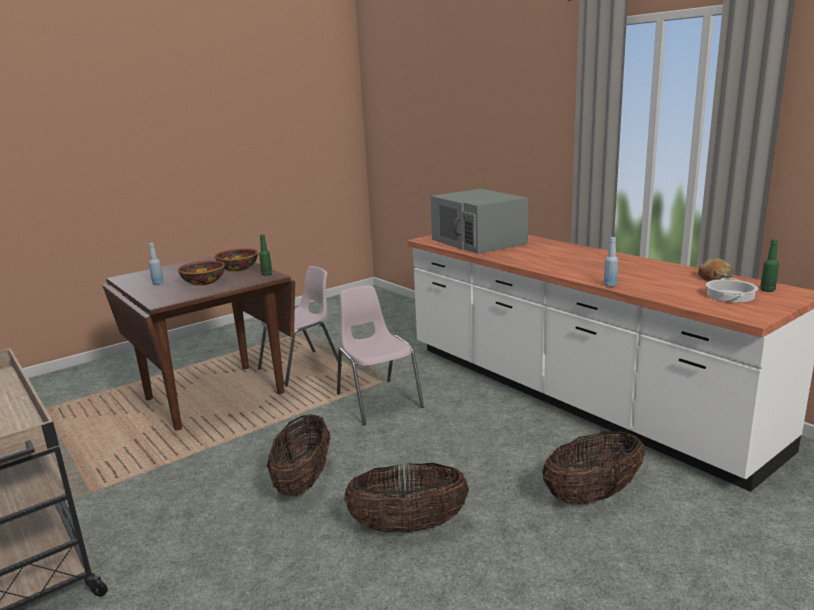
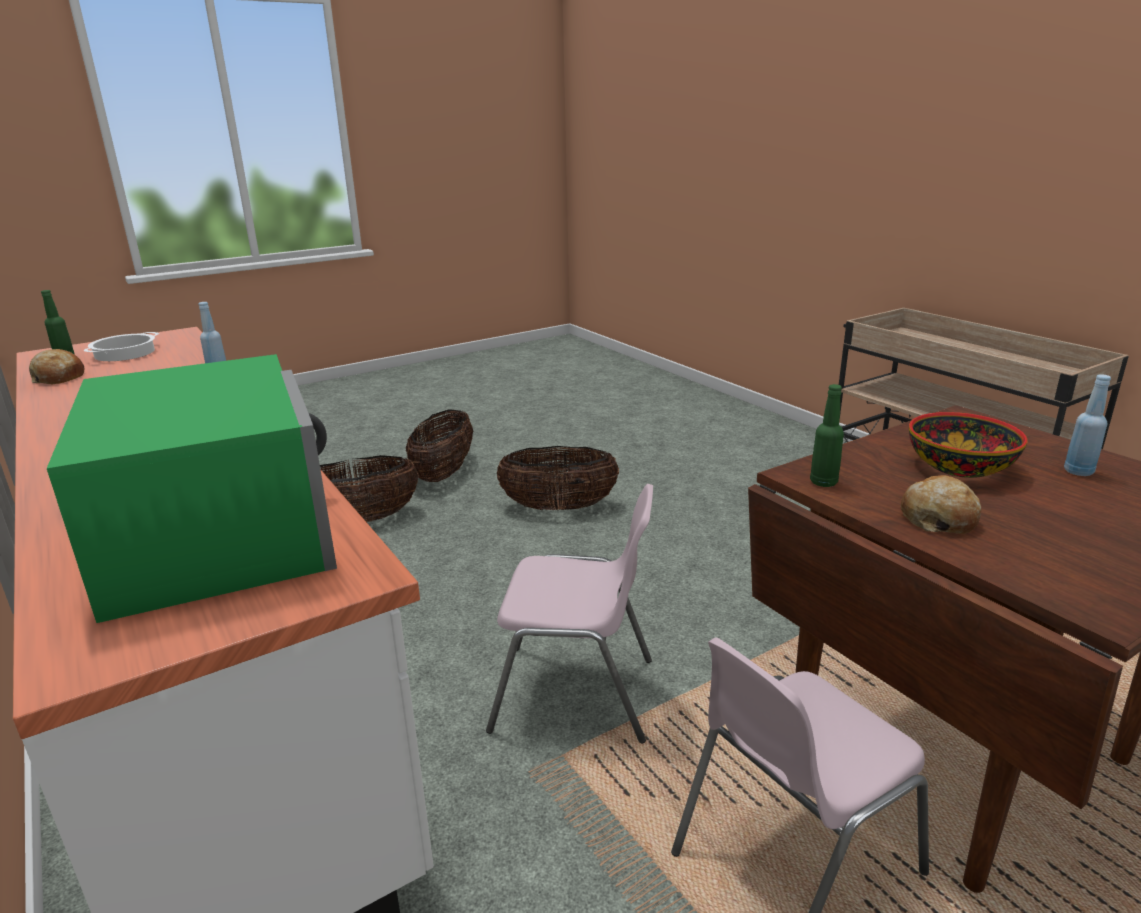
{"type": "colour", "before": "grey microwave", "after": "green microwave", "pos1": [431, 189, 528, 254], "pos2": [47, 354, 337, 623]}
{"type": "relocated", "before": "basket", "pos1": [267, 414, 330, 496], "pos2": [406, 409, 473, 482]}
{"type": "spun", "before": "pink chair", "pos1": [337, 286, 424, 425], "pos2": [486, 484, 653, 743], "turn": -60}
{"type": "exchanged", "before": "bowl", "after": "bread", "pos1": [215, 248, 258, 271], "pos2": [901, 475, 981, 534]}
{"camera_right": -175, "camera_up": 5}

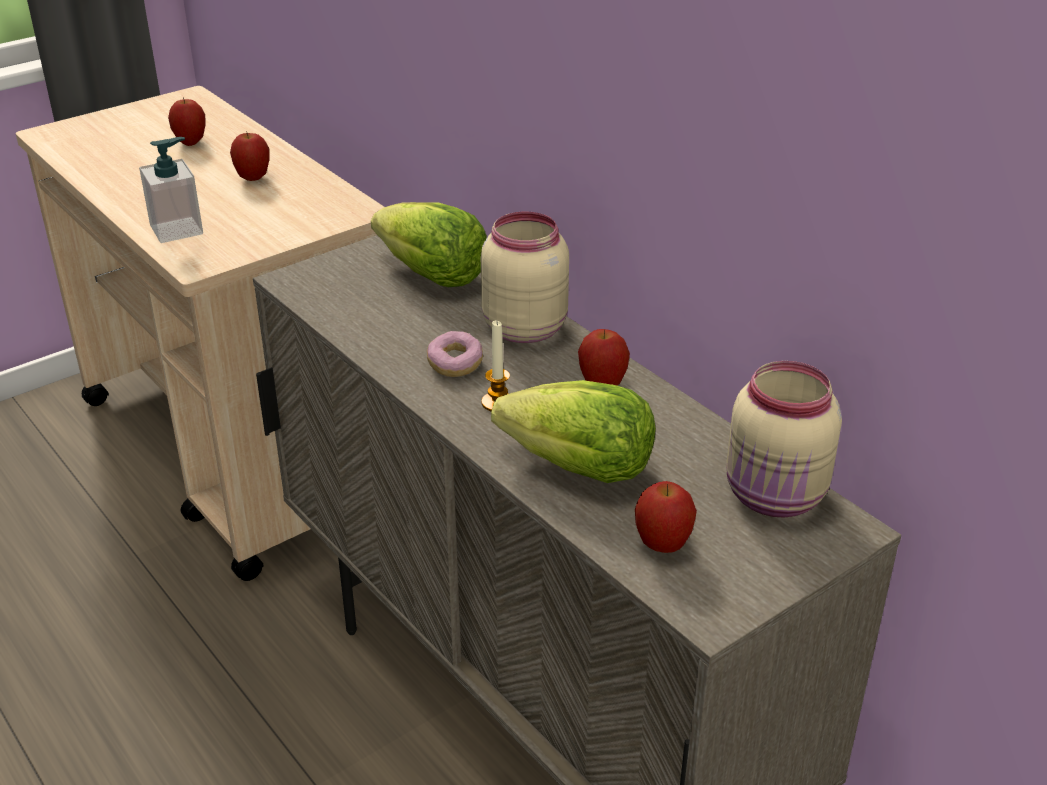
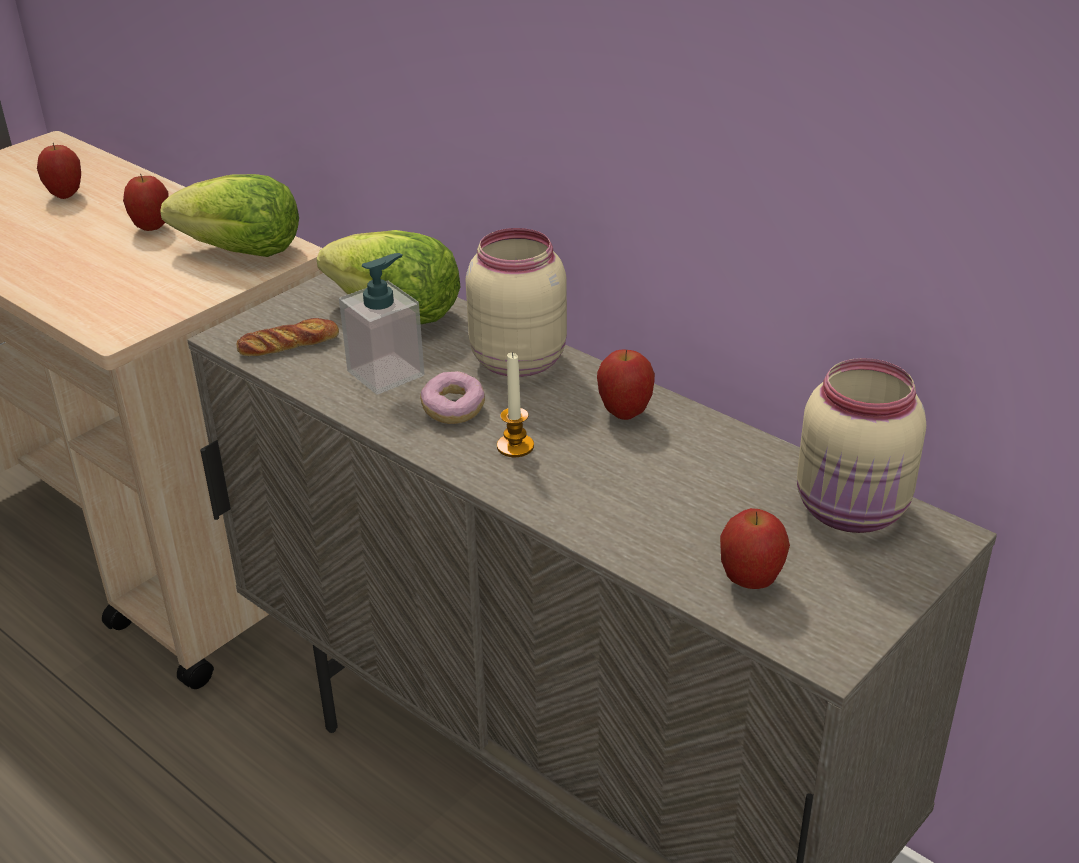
{"type": "relocated", "before": "lettuce", "pos1": [491, 380, 656, 483], "pos2": [160, 174, 299, 257]}
{"type": "appeared", "after": "bread", "pos2": [237, 318, 339, 356]}
{"type": "relocated", "before": "soap dispenser", "pos1": [139, 137, 203, 243], "pos2": [339, 253, 425, 395]}
{"camera_right": -10, "camera_up": 0}

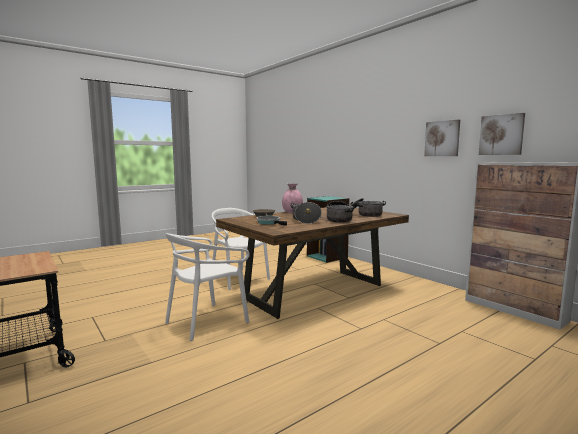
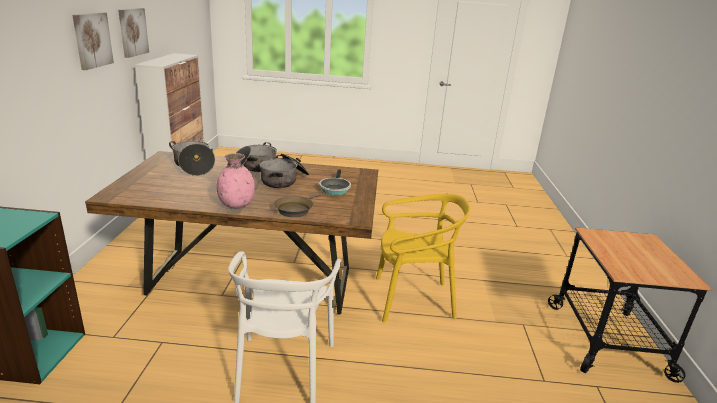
{"type": "colour", "before": "white chair", "after": "yellow chair", "pos1": [165, 233, 250, 341], "pos2": [376, 194, 470, 323]}
{"camera_right": -140, "camera_up": 15}

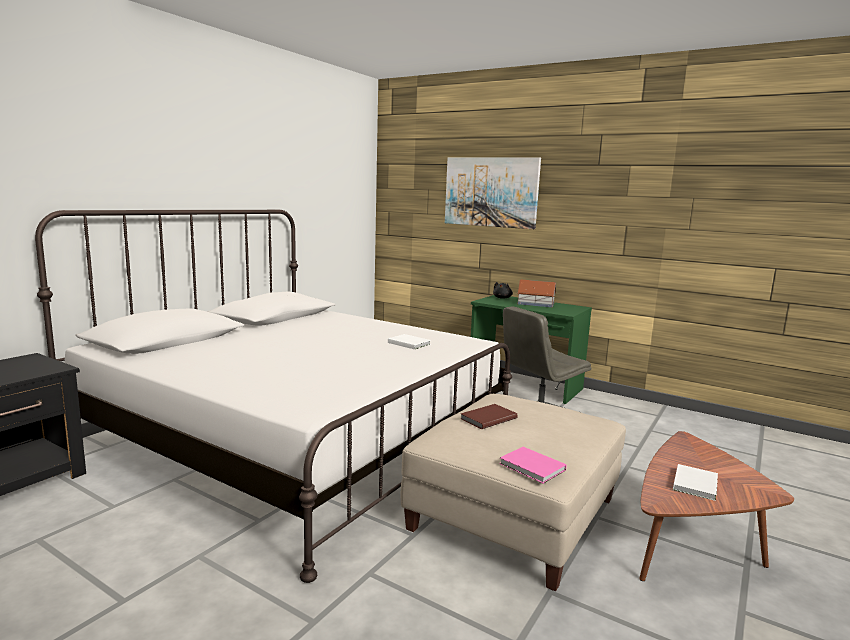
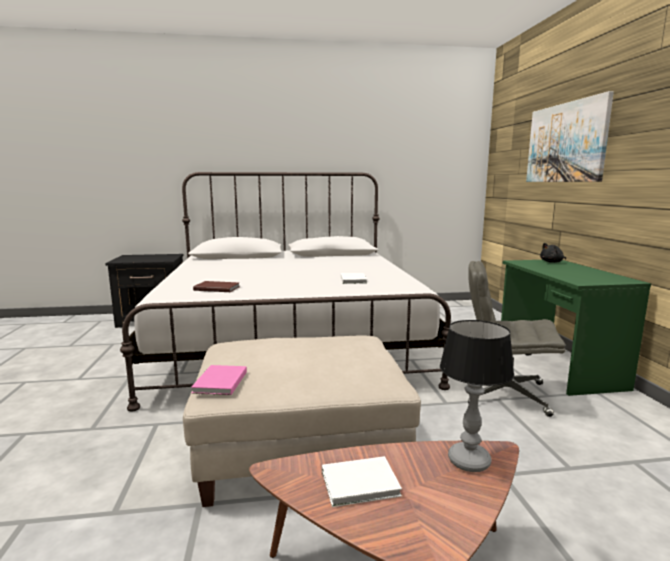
{"type": "relocated", "before": "brown book", "pos1": [461, 404, 518, 429], "pos2": [193, 281, 239, 292]}
{"type": "appeared", "after": "table lamp", "pos2": [440, 320, 514, 472]}
{"type": "missing", "before": "toy house", "pos1": [517, 280, 556, 307]}
{"camera_right": 50, "camera_up": 0}

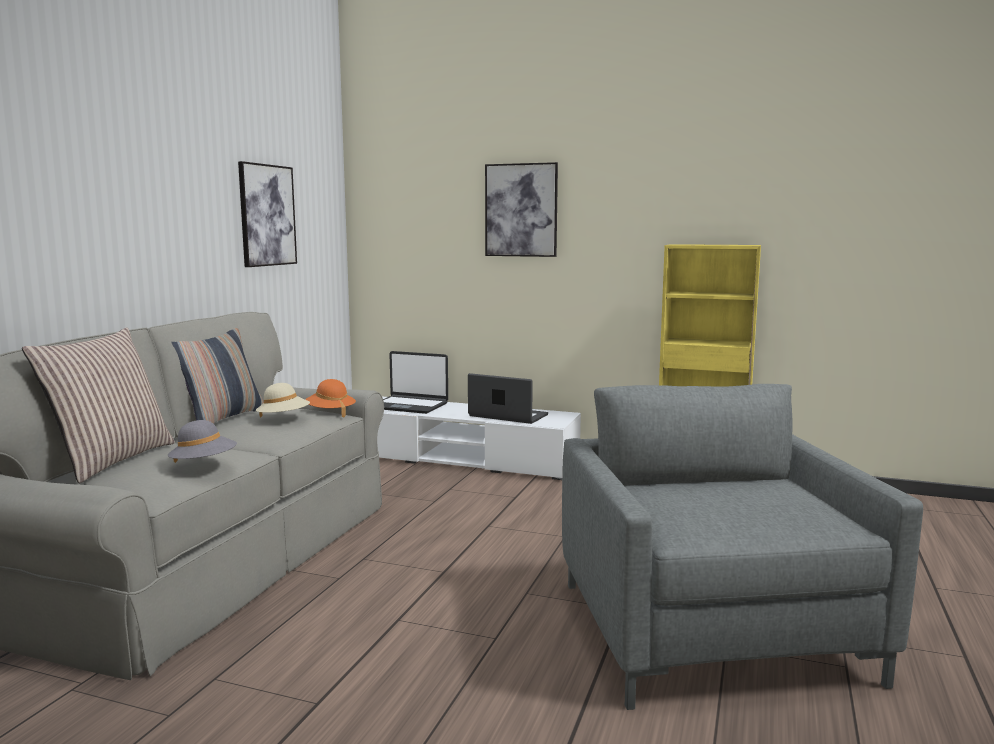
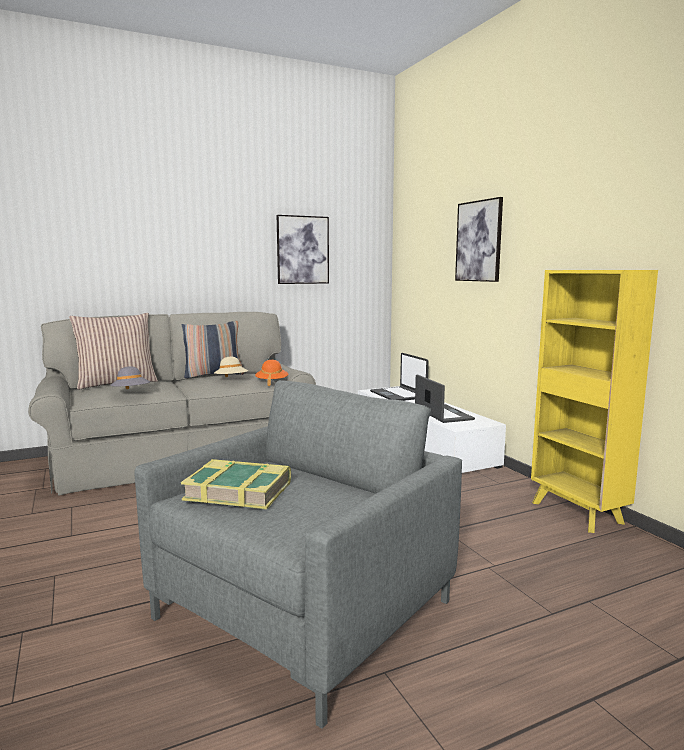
{"type": "appeared", "after": "book", "pos2": [181, 459, 291, 510]}
{"camera_right": 45, "camera_up": 0}

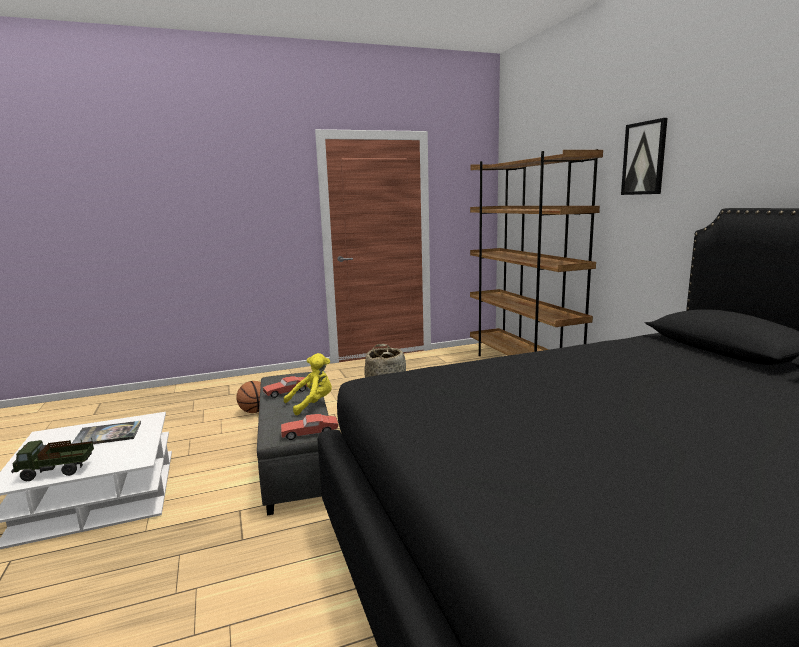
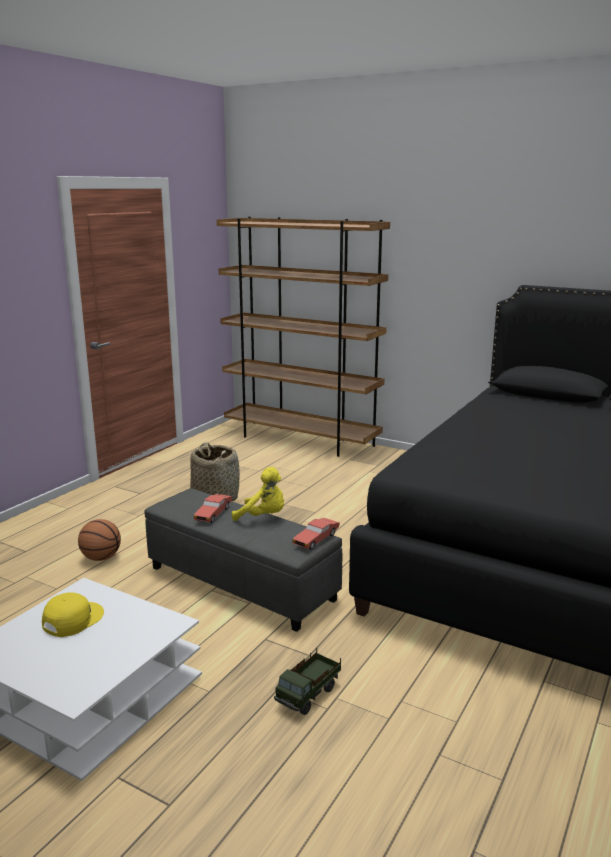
{"type": "exchanged", "before": "book", "after": "yellow cap", "pos1": [71, 421, 141, 444], "pos2": [42, 592, 104, 637]}
{"type": "spun", "before": "yellow plush toy", "pos1": [284, 353, 332, 415], "pos2": [232, 467, 284, 521], "turn": 90}
{"type": "relocated", "before": "toy truck", "pos1": [11, 437, 94, 481], "pos2": [274, 647, 341, 715]}
{"type": "missing", "before": "picture", "pos1": [621, 118, 668, 195]}
{"camera_right": -40, "camera_up": 5}

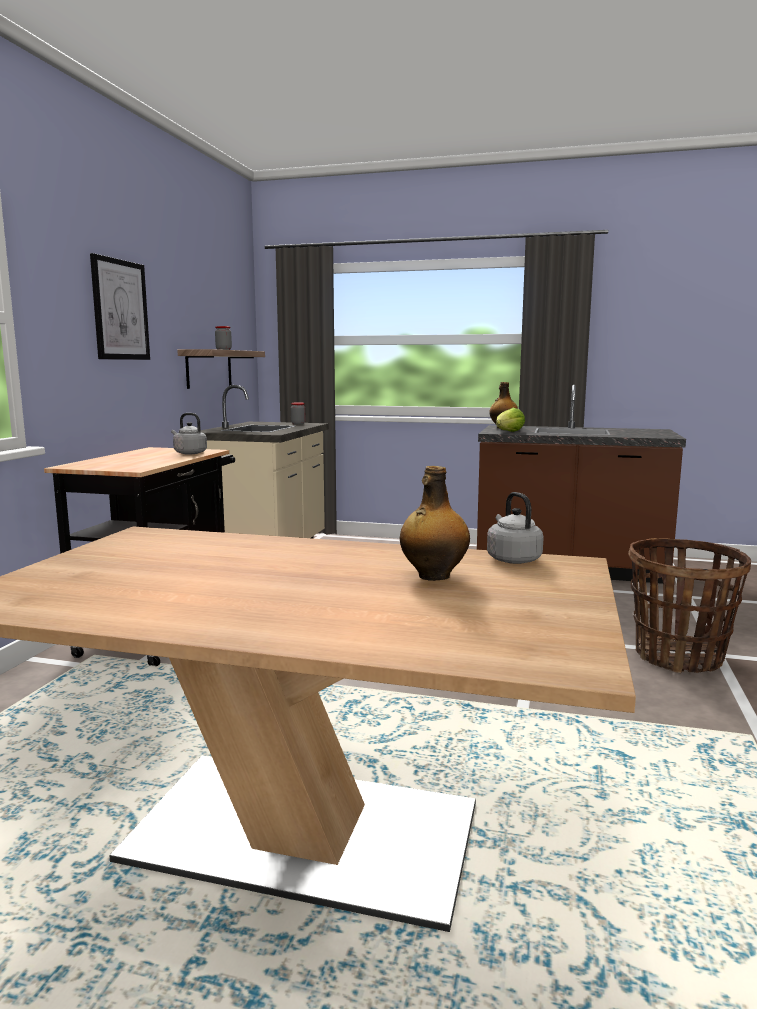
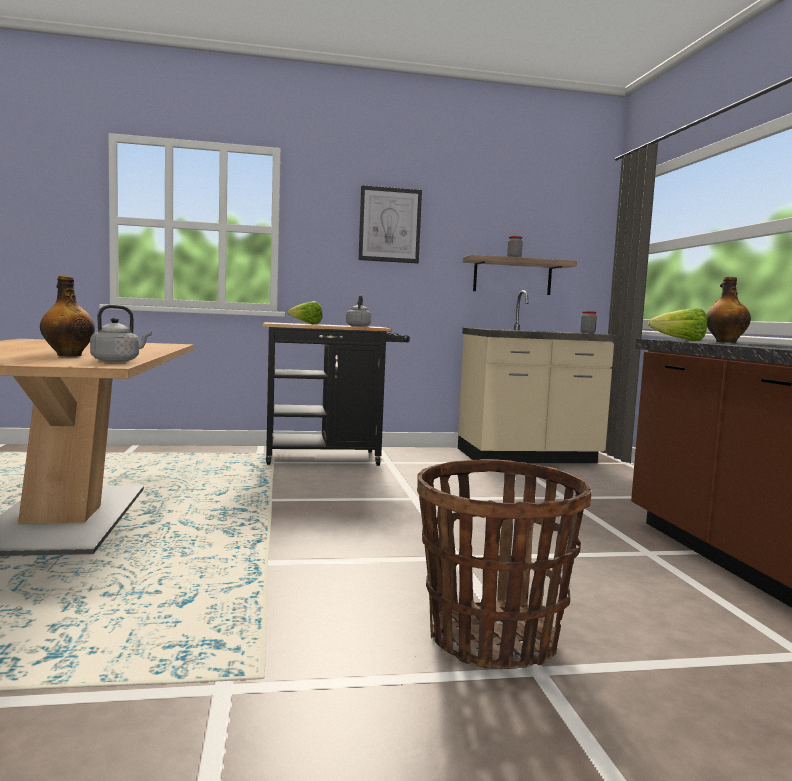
{"type": "appeared", "after": "lettuce", "pos2": [287, 301, 322, 324]}
{"camera_right": 65, "camera_up": -5}

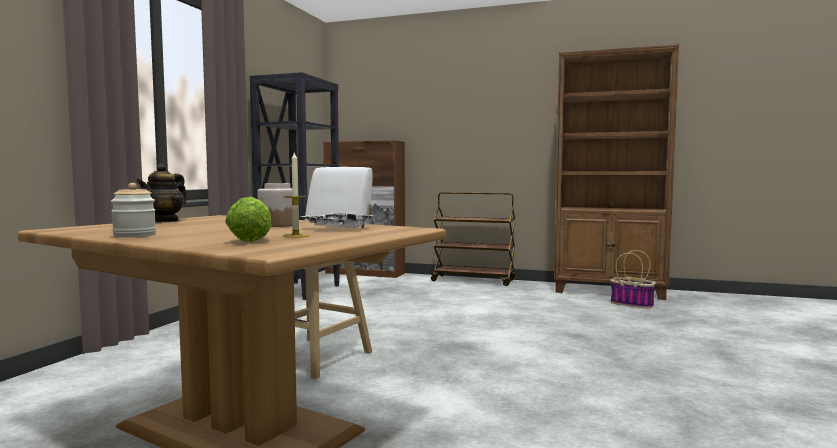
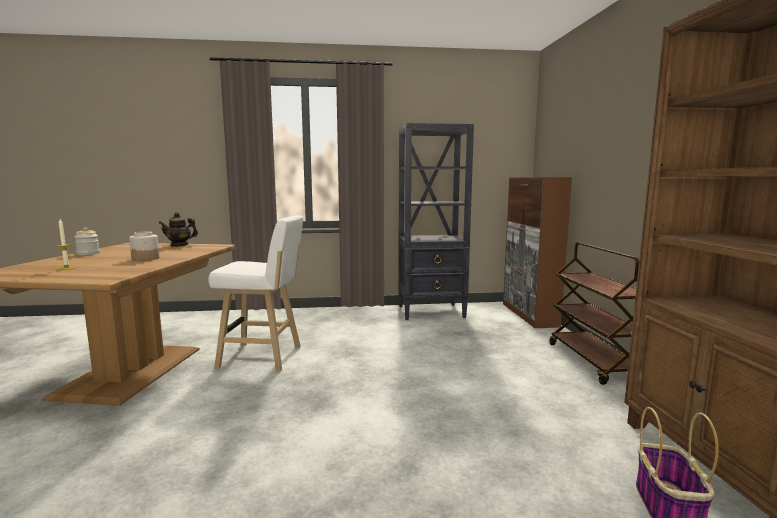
{"type": "missing", "before": "lettuce", "pos1": [225, 197, 272, 242]}
{"type": "missing", "before": "white tray", "pos1": [299, 213, 375, 228]}
{"camera_right": 65, "camera_up": 5}

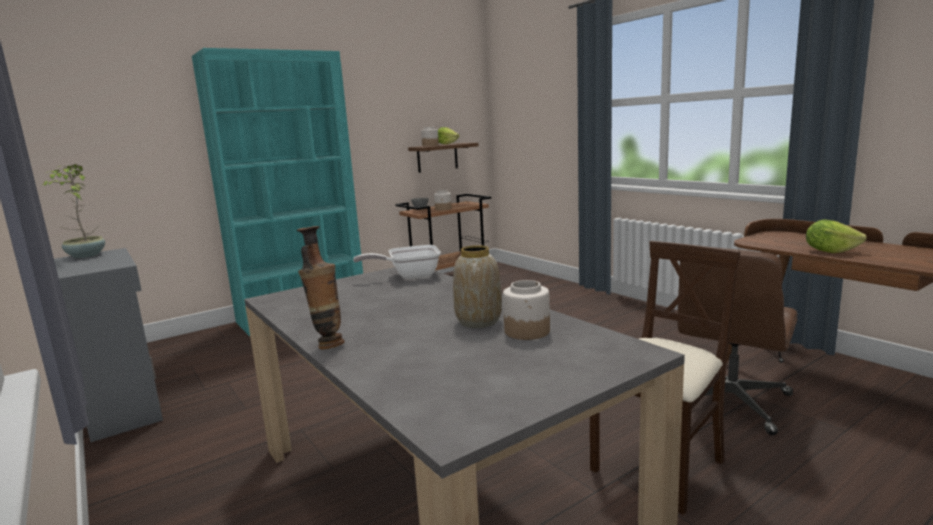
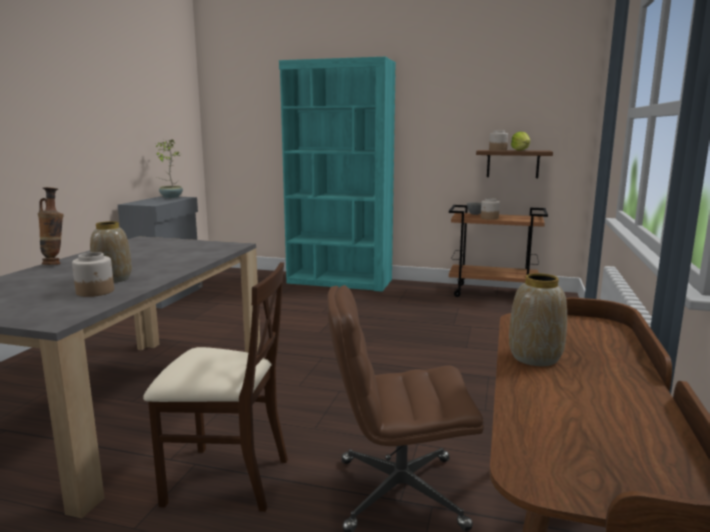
{"type": "exchanged", "before": "lettuce", "after": "vase", "pos1": [806, 219, 867, 253], "pos2": [509, 273, 567, 366]}
{"type": "missing", "before": "frying pan", "pos1": [353, 245, 441, 279]}
{"camera_right": 50, "camera_up": 0}

